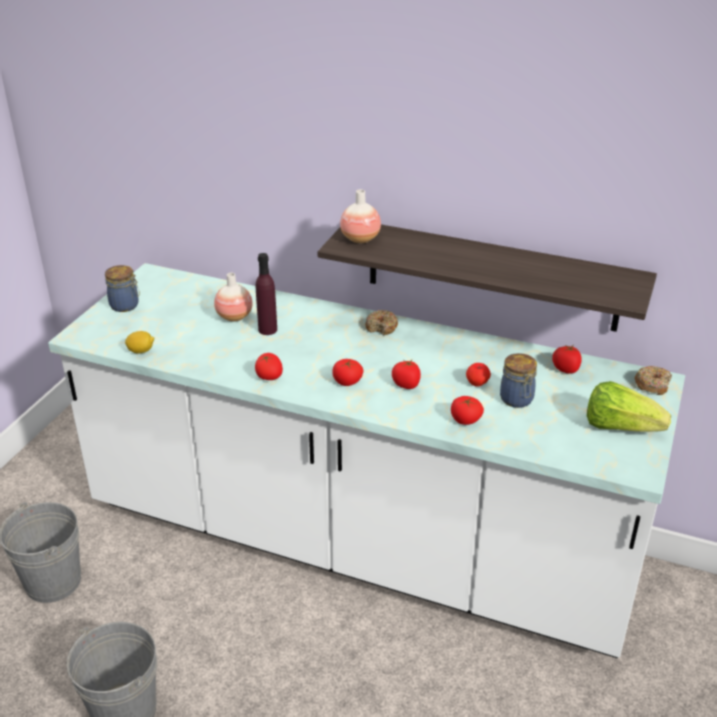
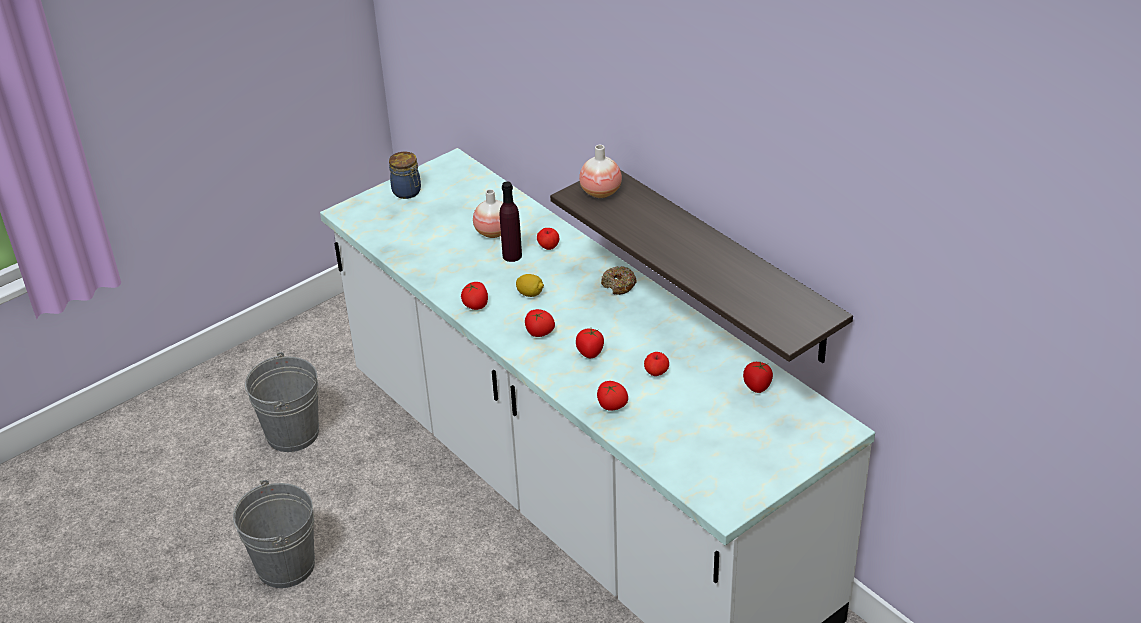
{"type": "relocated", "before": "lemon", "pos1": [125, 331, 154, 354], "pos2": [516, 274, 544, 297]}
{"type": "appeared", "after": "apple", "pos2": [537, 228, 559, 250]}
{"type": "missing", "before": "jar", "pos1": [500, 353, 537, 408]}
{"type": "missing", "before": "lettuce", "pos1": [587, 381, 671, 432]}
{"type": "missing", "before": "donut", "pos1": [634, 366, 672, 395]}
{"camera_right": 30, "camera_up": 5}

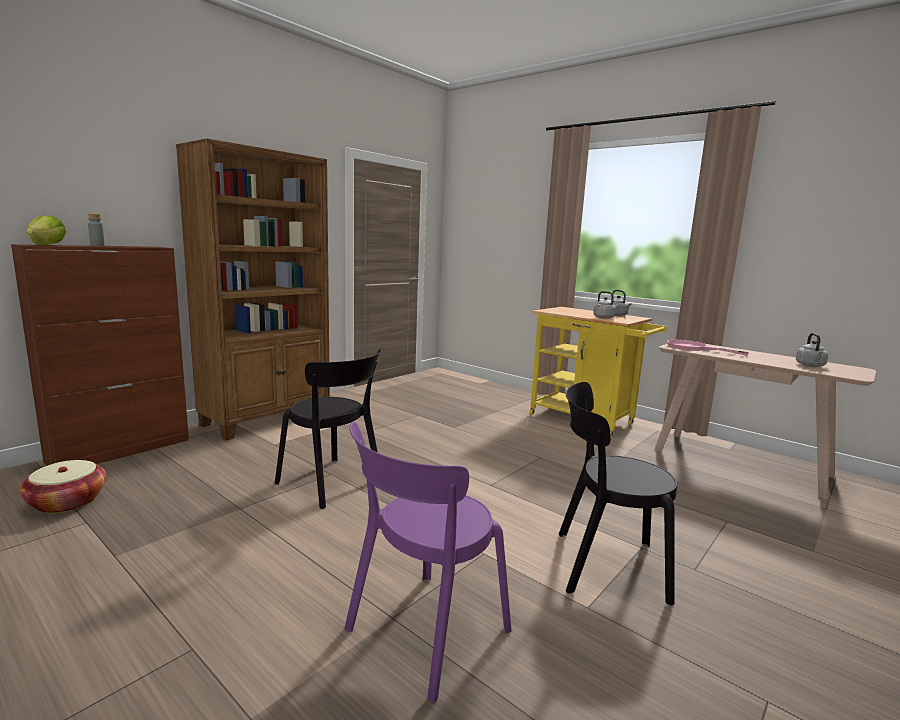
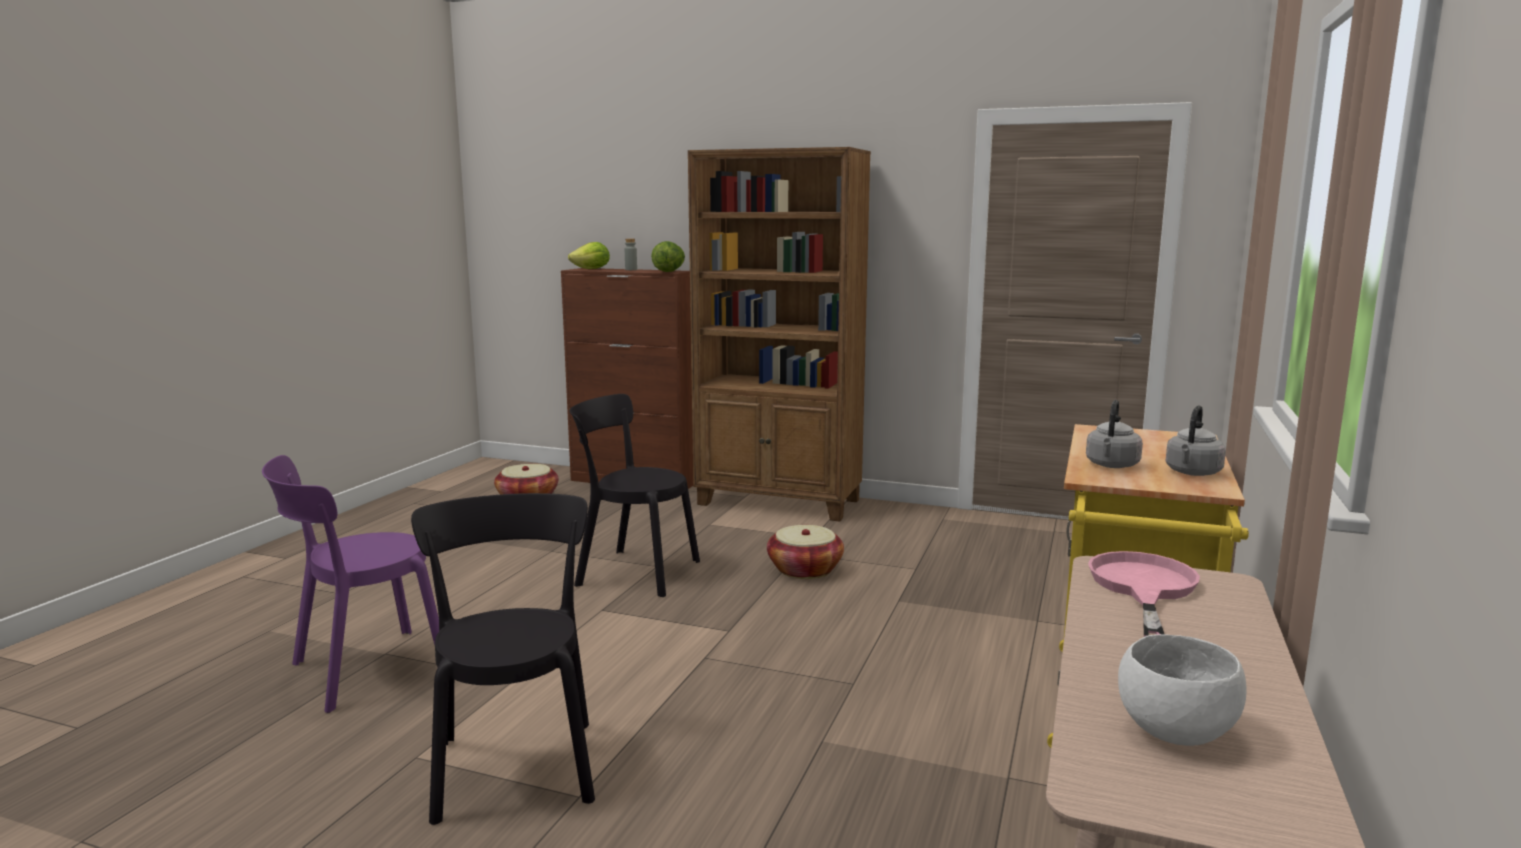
{"type": "spun", "before": "purple chair", "pos1": [345, 421, 512, 703], "pos2": [262, 455, 439, 713], "turn": -60}
{"type": "spun", "before": "black chair", "pos1": [275, 349, 381, 509], "pos2": [569, 394, 700, 597], "turn": 90}
{"type": "appeared", "after": "lettuce", "pos2": [651, 241, 685, 272]}
{"type": "appeared", "after": "basket", "pos2": [767, 525, 844, 579]}
{"type": "exchanged", "before": "grey kettle", "after": "white bowl", "pos1": [796, 333, 828, 367], "pos2": [1118, 634, 1247, 746]}
{"camera_right": 70, "camera_up": 0}

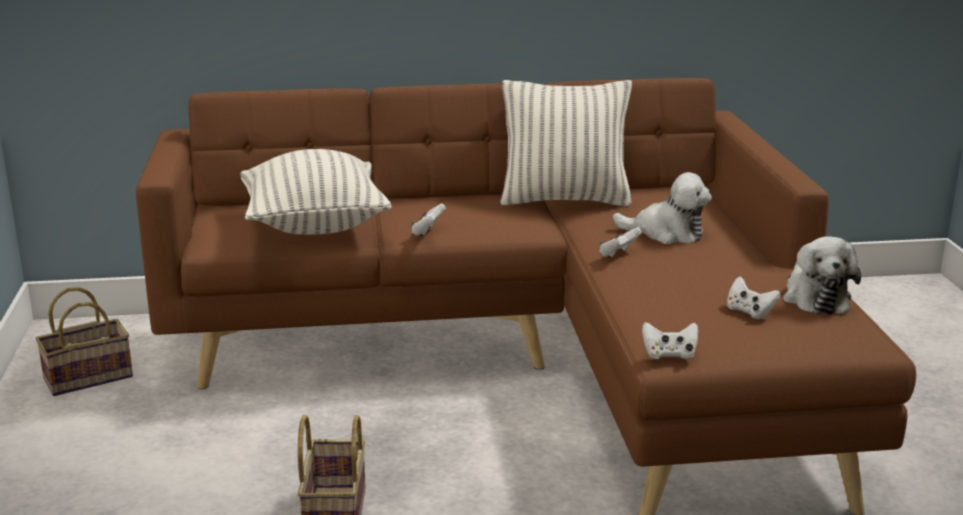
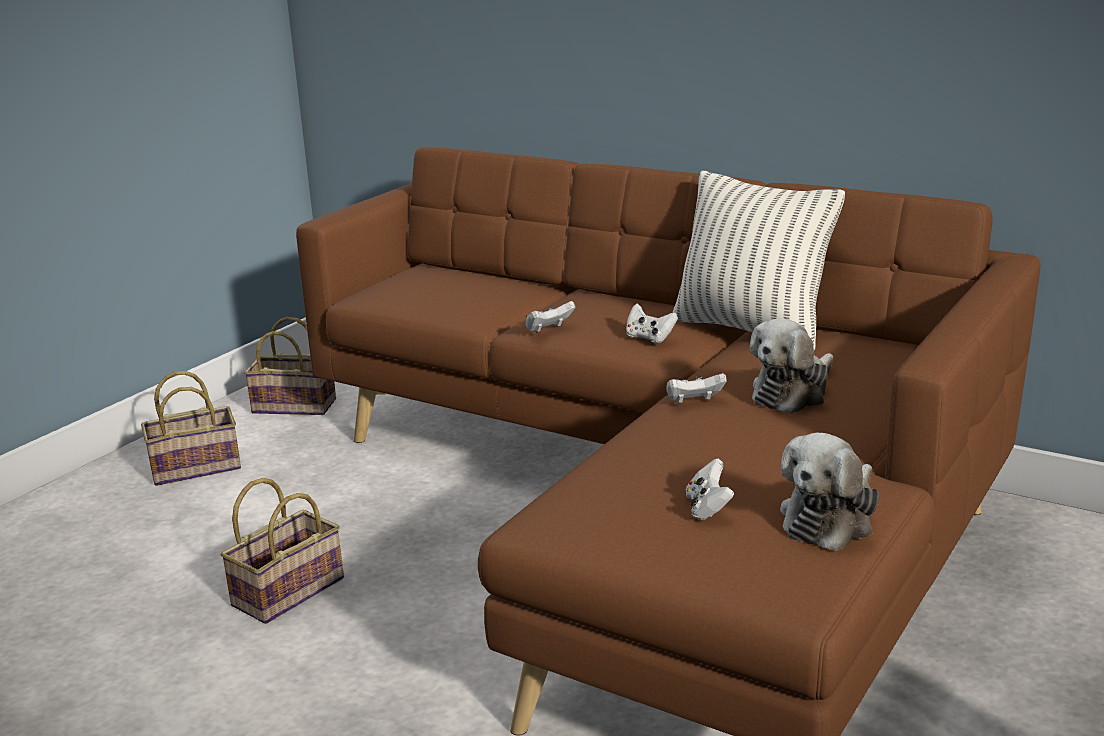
{"type": "appeared", "after": "basket", "pos2": [141, 371, 241, 486]}
{"type": "relocated", "before": "white game controller", "pos1": [642, 322, 698, 359], "pos2": [626, 304, 678, 343]}
{"type": "spun", "before": "plush toy", "pos1": [612, 172, 712, 244], "pos2": [750, 318, 833, 414], "turn": 75}
{"type": "missing", "before": "pillow", "pos1": [240, 149, 392, 235]}
{"camera_right": 40, "camera_up": 0}

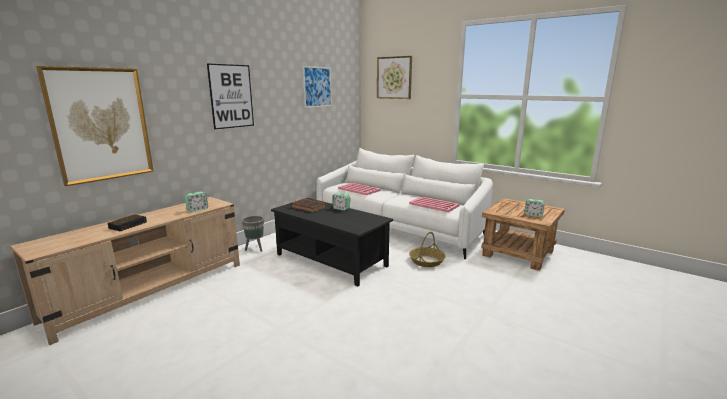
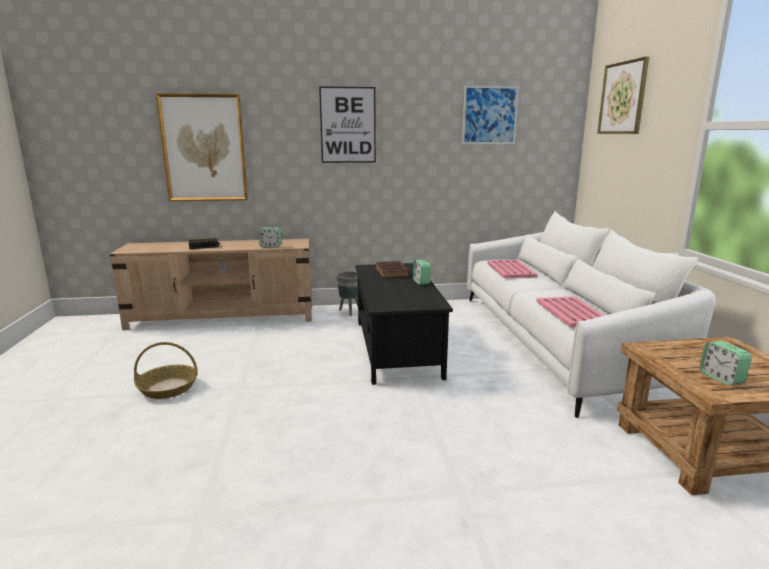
{"type": "relocated", "before": "basket", "pos1": [409, 232, 446, 267], "pos2": [134, 342, 198, 399]}
{"camera_right": 45, "camera_up": 0}

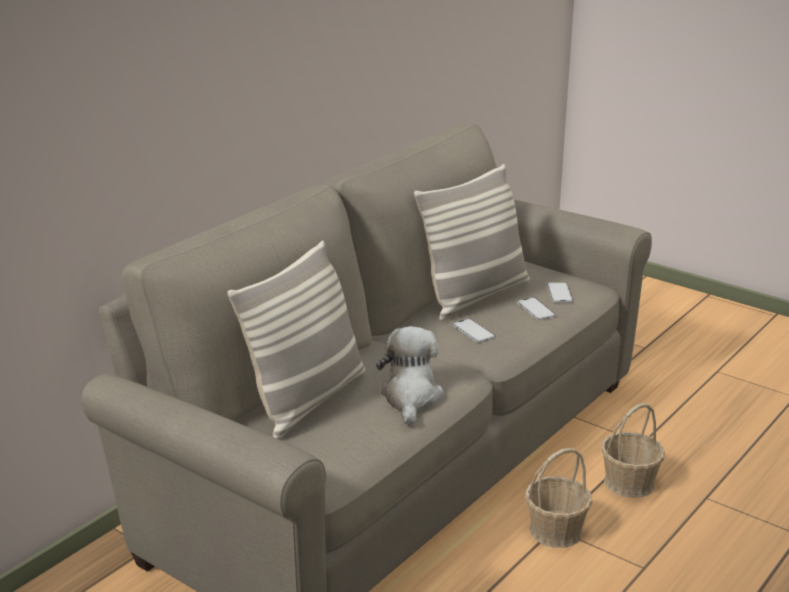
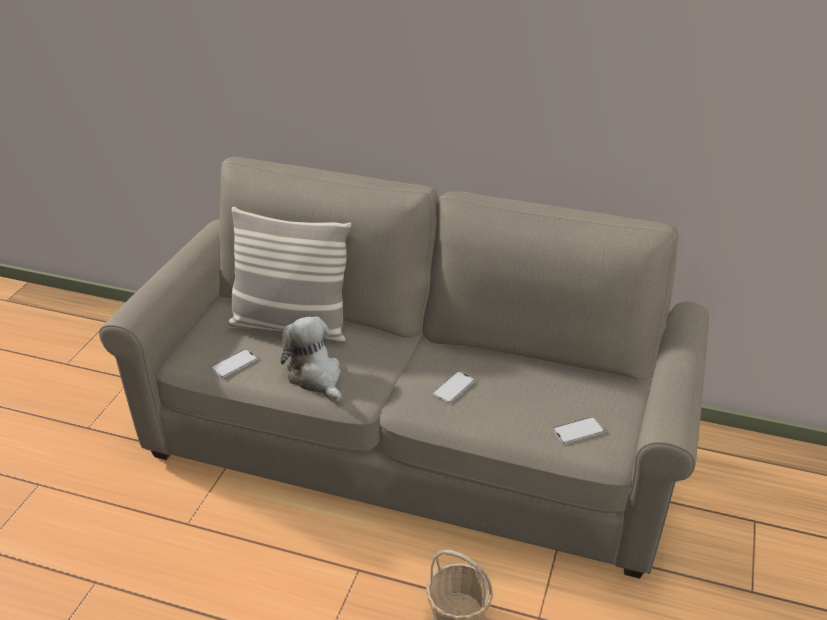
{"type": "relocated", "before": "phone", "pos1": [517, 297, 556, 320], "pos2": [211, 349, 258, 378]}
{"type": "spun", "before": "plush toy", "pos1": [376, 326, 444, 426], "pos2": [280, 316, 341, 403], "turn": -105}
{"type": "missing", "before": "pillow", "pos1": [414, 164, 530, 321]}
{"type": "missing", "before": "basket", "pos1": [525, 448, 593, 548]}
{"camera_right": 70, "camera_up": 10}

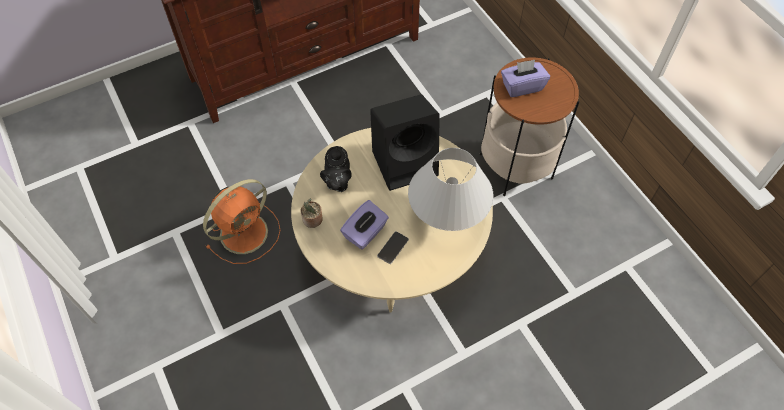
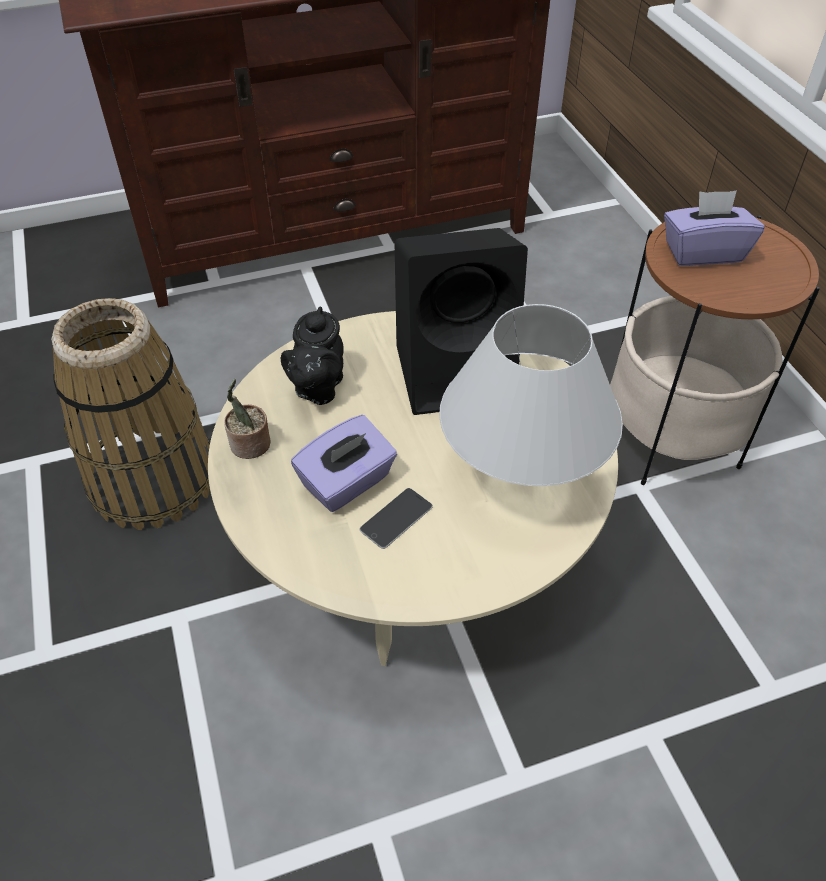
{"type": "exchanged", "before": "orange fan", "after": "basket", "pos1": [203, 179, 281, 264], "pos2": [51, 298, 210, 530]}
{"camera_right": 10, "camera_up": -10}

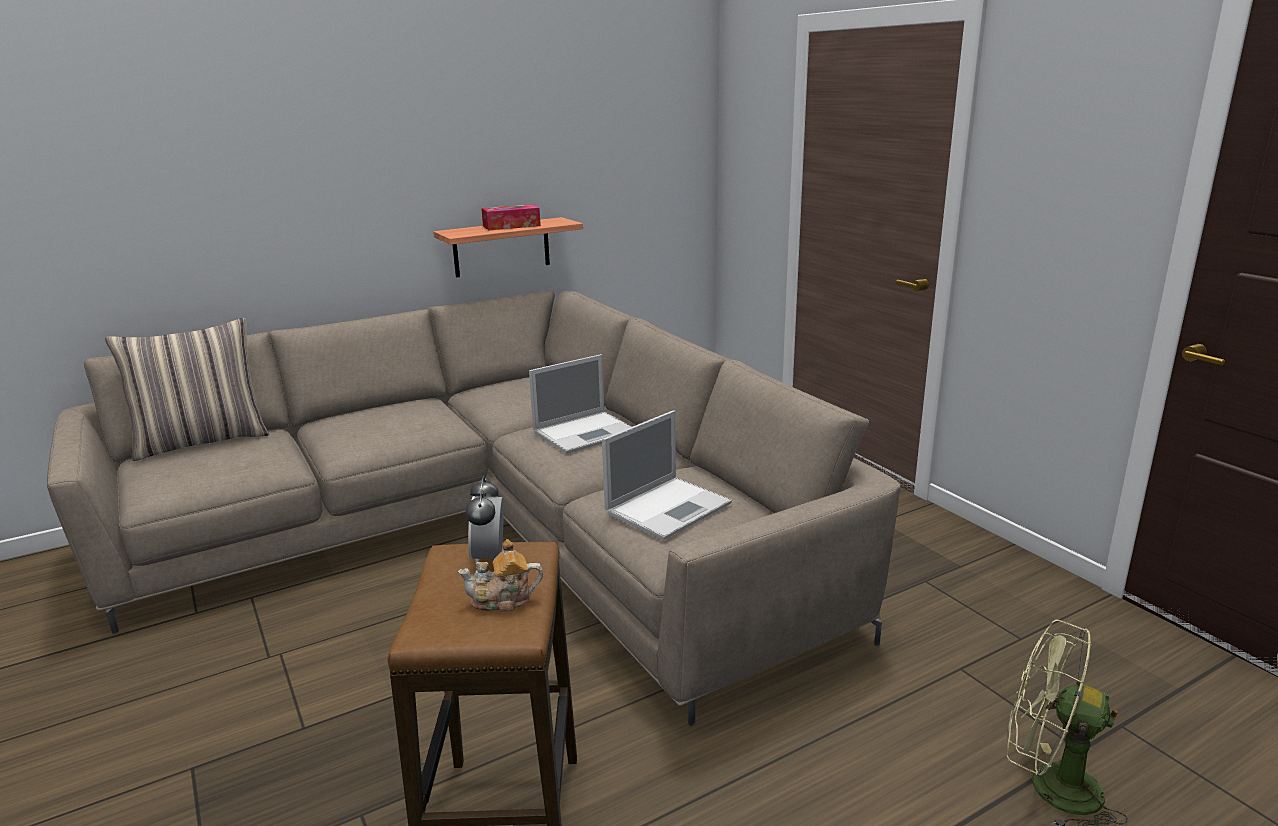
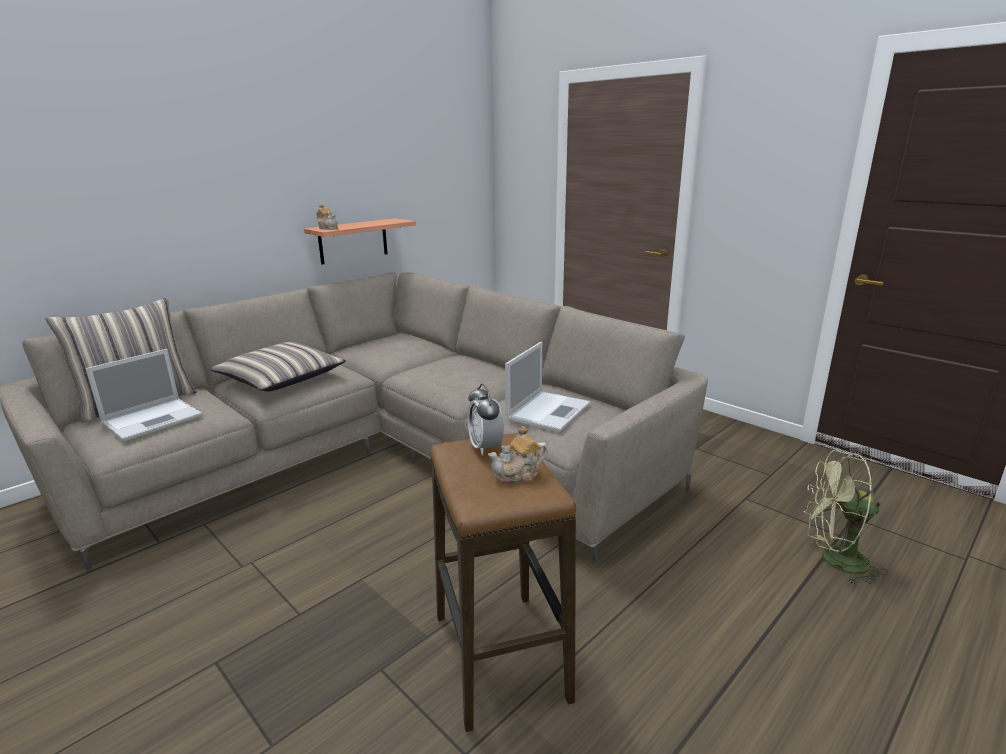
{"type": "relocated", "before": "laptop", "pos1": [529, 354, 632, 454], "pos2": [86, 349, 203, 442]}
{"type": "appeared", "after": "pillow", "pos2": [210, 342, 346, 392]}
{"type": "appeared", "after": "teapot", "pos2": [316, 204, 338, 230]}
{"type": "missing", "before": "tissue box", "pos1": [481, 204, 541, 230]}
{"camera_right": -15, "camera_up": 0}

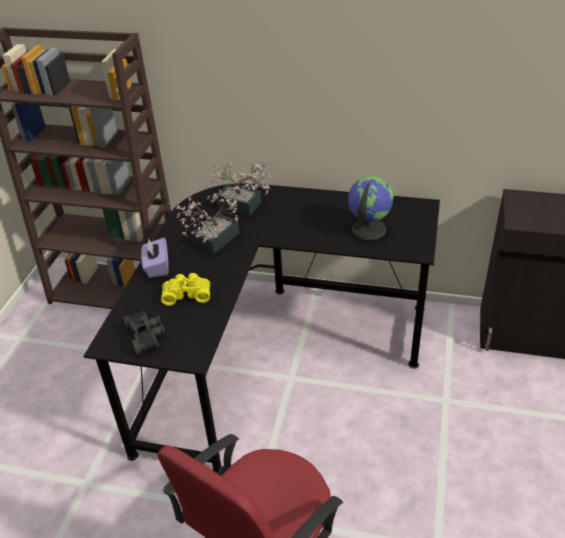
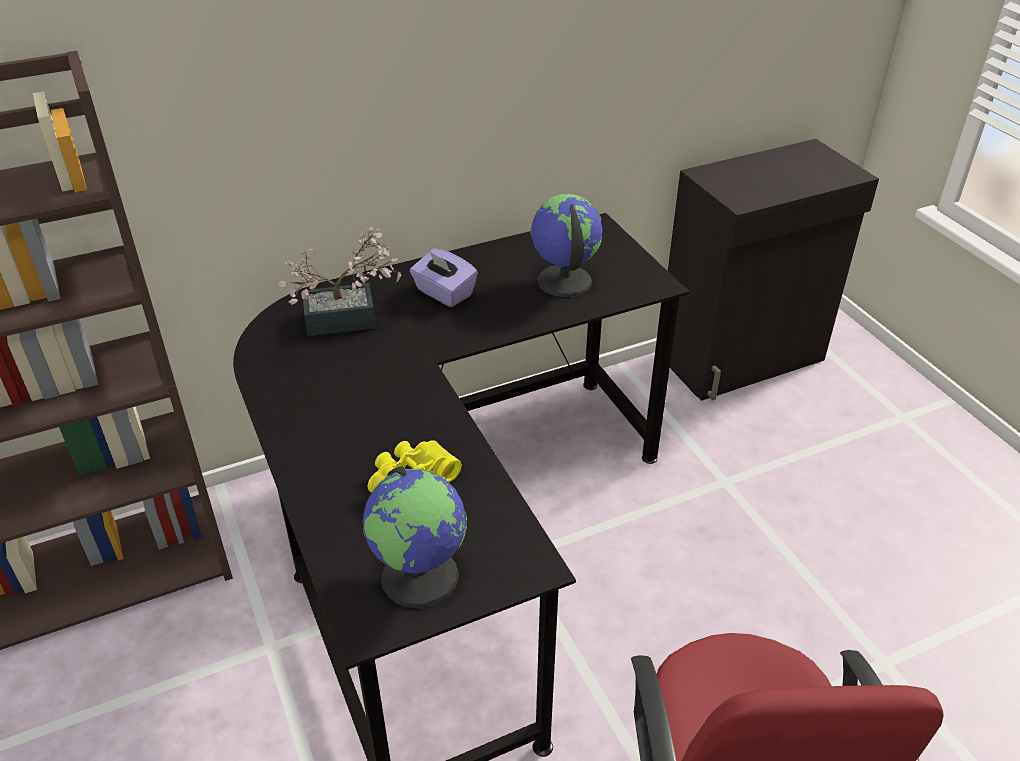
{"type": "exchanged", "before": "black binoculars", "after": "globe", "pos1": [123, 311, 165, 355], "pos2": [363, 466, 467, 608]}
{"type": "relocated", "before": "purple tissue box", "pos1": [141, 238, 168, 278], "pos2": [410, 248, 478, 307]}
{"type": "missing", "before": "potted plant", "pos1": [176, 190, 239, 254]}
{"camera_right": -40, "camera_up": 0}

